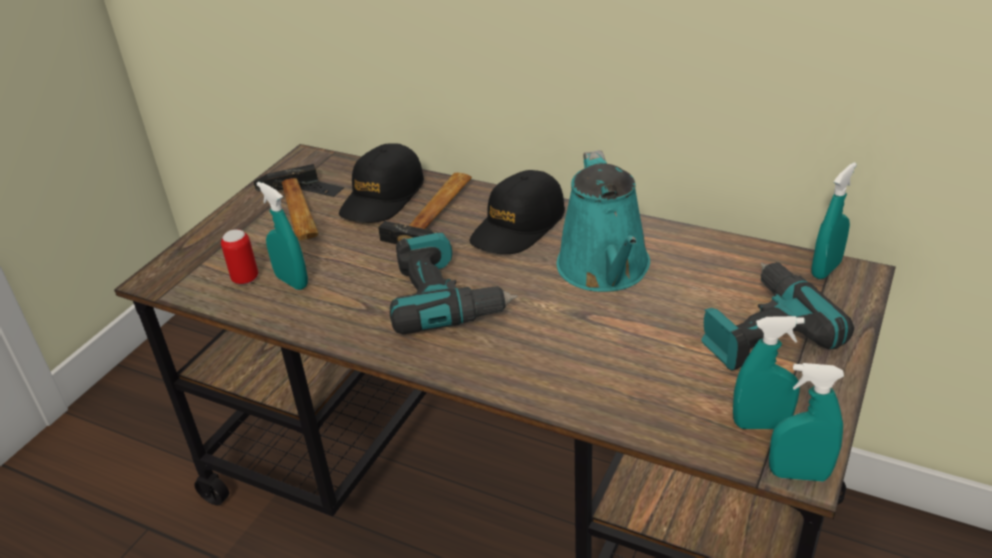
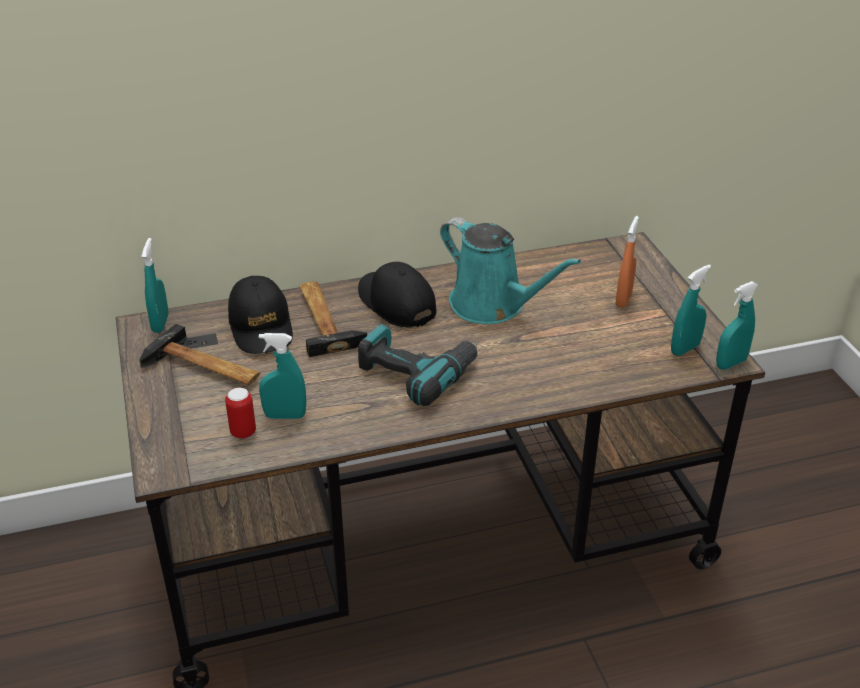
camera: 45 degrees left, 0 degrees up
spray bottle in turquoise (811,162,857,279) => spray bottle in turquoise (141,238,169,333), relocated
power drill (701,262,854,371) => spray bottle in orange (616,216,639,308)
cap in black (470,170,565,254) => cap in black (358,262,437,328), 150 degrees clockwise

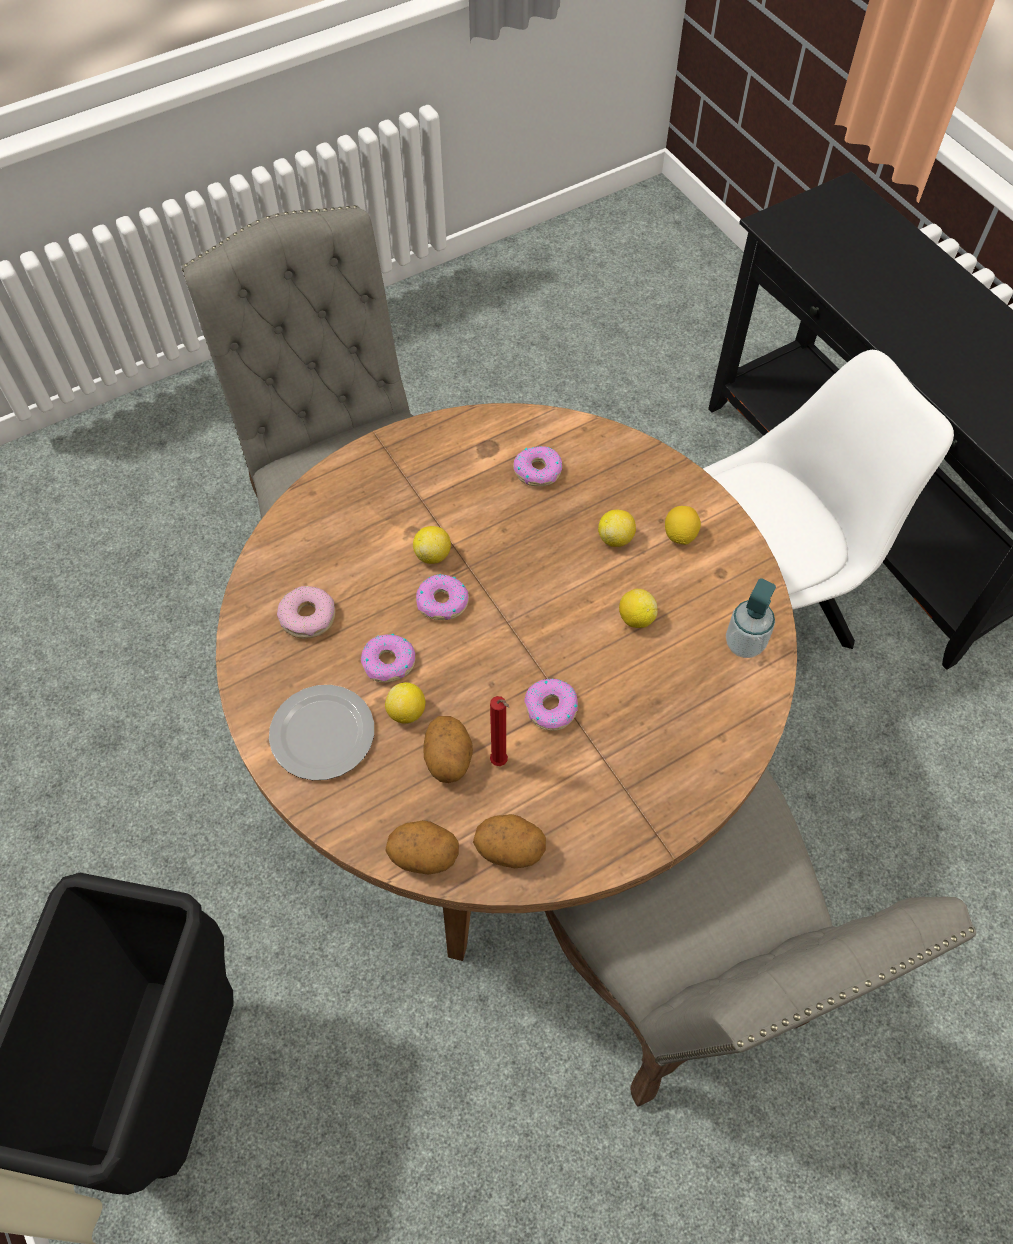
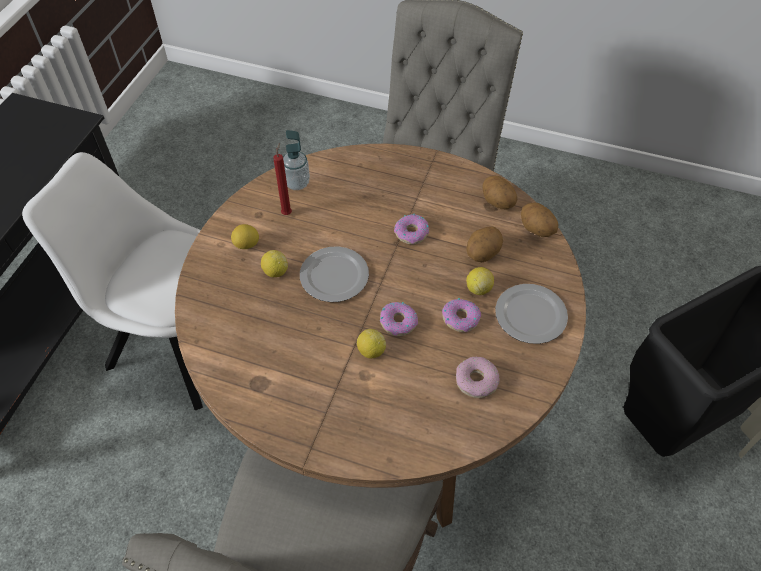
camera: 130 degrees left, 5 degrees down
donut (513,446,562,486) => nothing
lemon (619,589,658,628) => nothing
nothing => plate (300,246,369,302)
candle in red (490,696,509,766) => candle in red (273,143,292,215), relocated

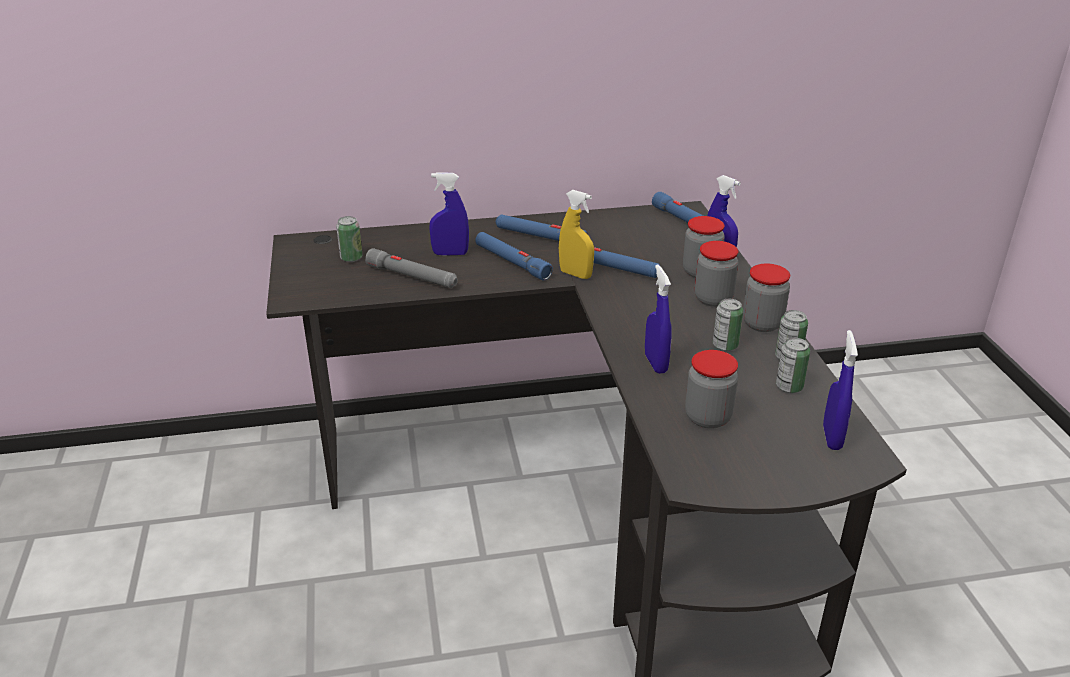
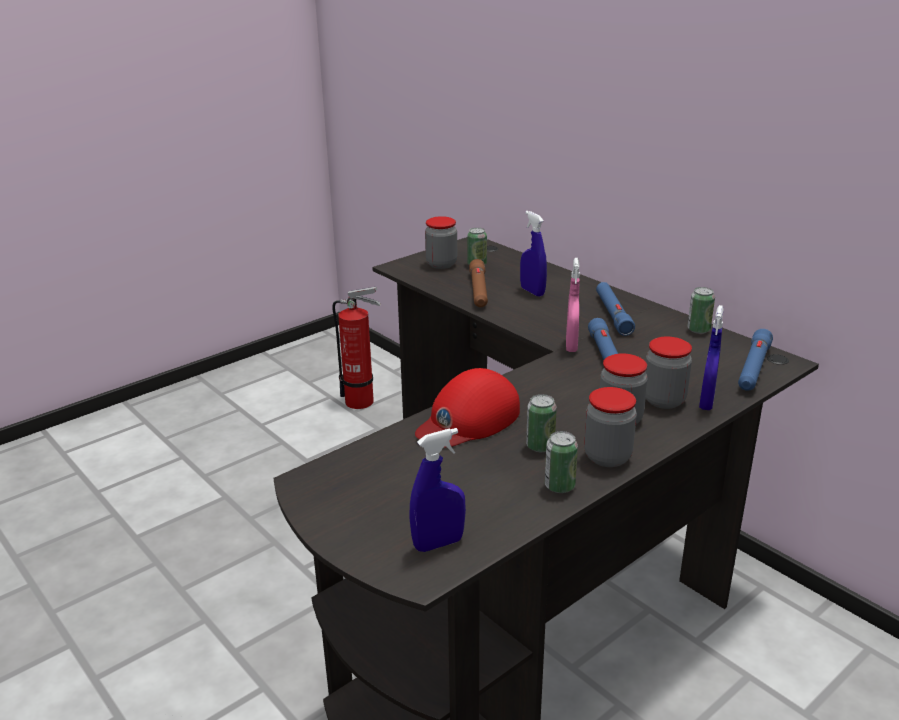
camera: 60 degrees right, 5 degrees down
flashlight in blue (475,232,553,281) => nothing
nothing => fire extinguisher (332,287,381,409)
jar (685,350,738,429) => jar (425,216,457,269), relocated
can (776,338,810,393) => can (687,287,715,334), relocated
spray bottle in blue (645,264,671,374) => cap in red (415,368,520,447)
flashlight in grey (365,248,458,288) => flashlight in brown (469,259,488,307)
spray bottle in yellow (559,190,594,279) => spray bottle in pink (566,258,580,352)

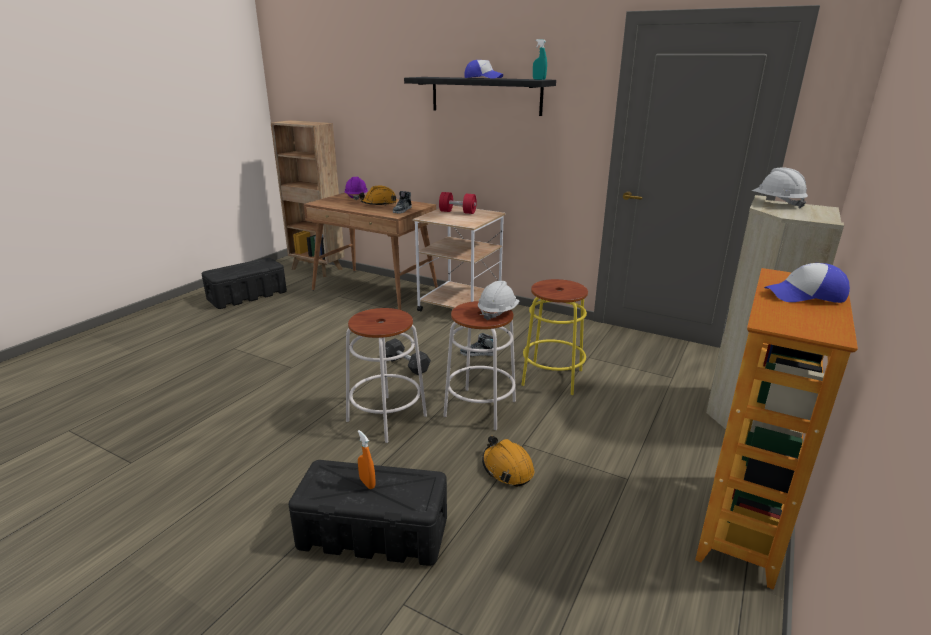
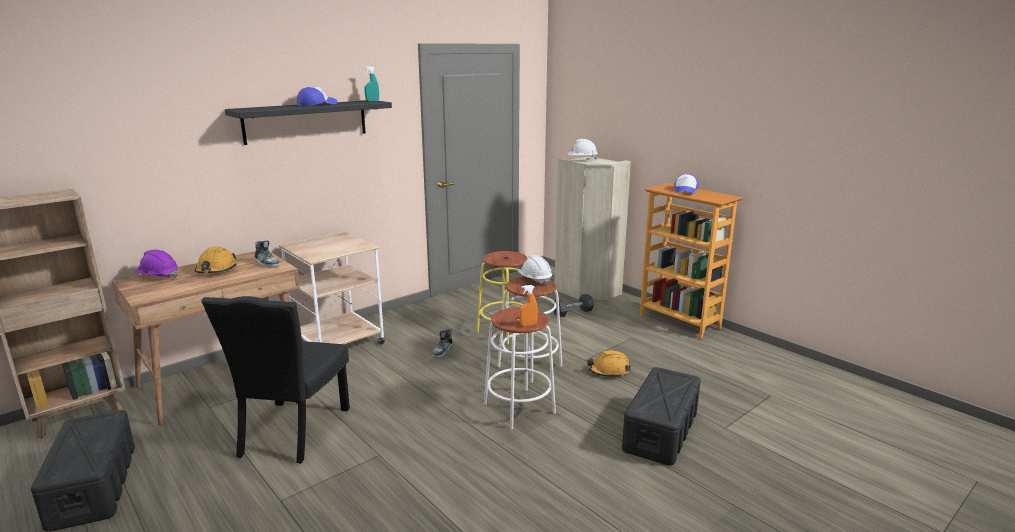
camera: 70 degrees left, 5 degrees down
dumbbell in red (439,192,477,214) => nothing
nothing => chair in black (201,296,350,464)
spray bottle in orange (358,430,376,489) => spray bottle in orange (519,285,538,326), relocated
dumbbell in grey (385,339,431,375) => dumbbell in grey (552,294,594,317), relocated

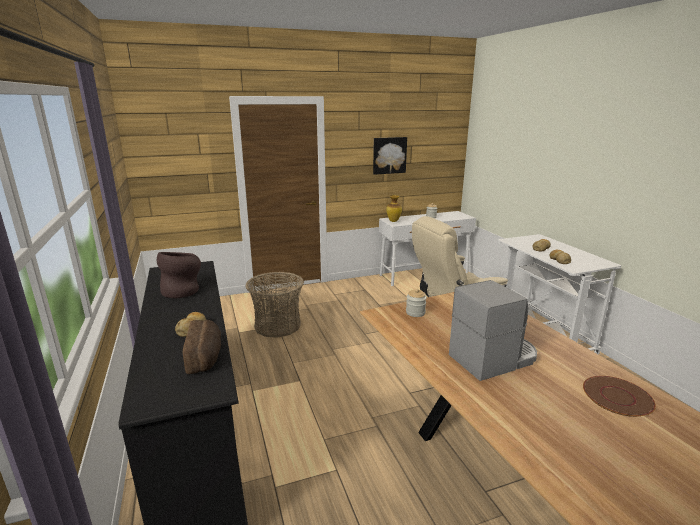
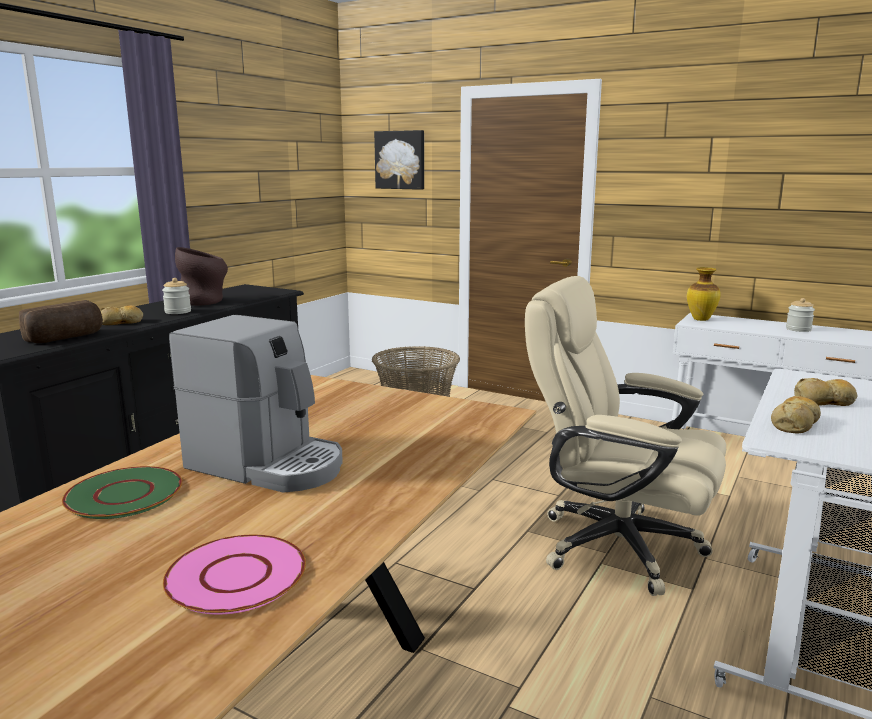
camera: 50 degrees right, 5 degrees down
nothing => plate in green (62,466,182,519)
picture (373,137,407,175) => picture (374,130,424,190), relocated
jar (406,289,427,317) => jar (162,278,191,314), relocated
plate in brown (583,376,656,417) => plate in pink (163,535,306,615)

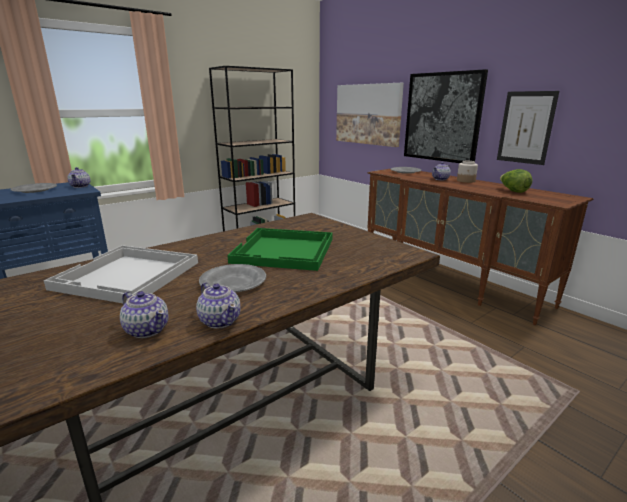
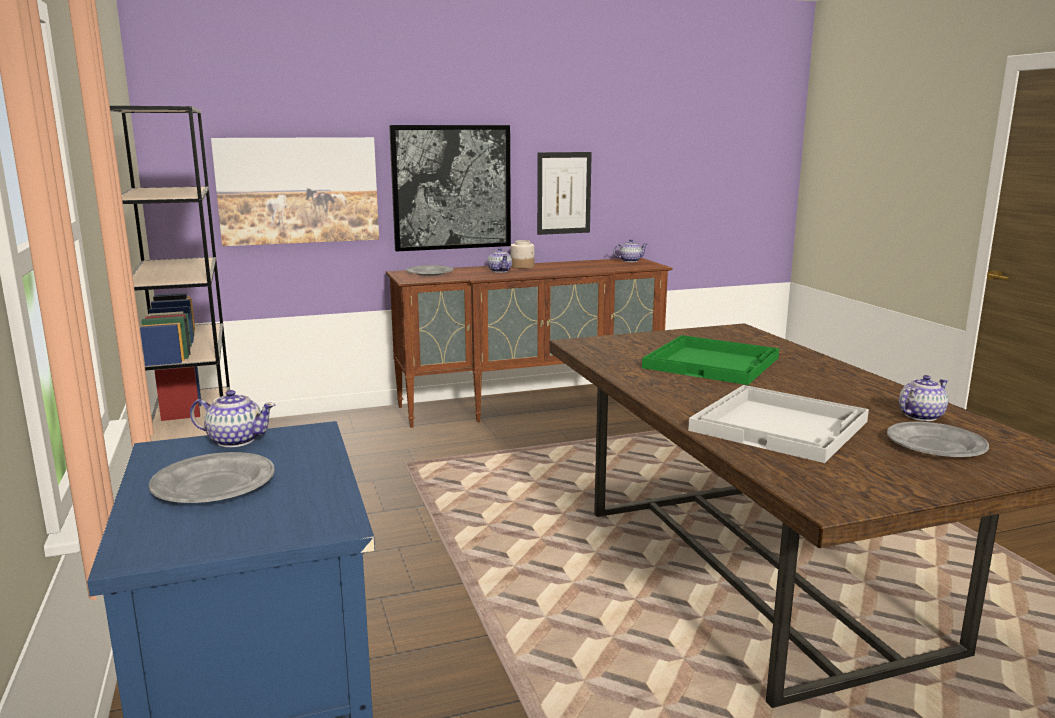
camera: 70 degrees left, 5 degrees down
lettuce (500,169,533,193) => nothing
teapot (196,282,240,329) => teapot (613,239,647,262), relocated
plate in grey (199,264,266,292) => plate in grey (887,422,989,457), relocated

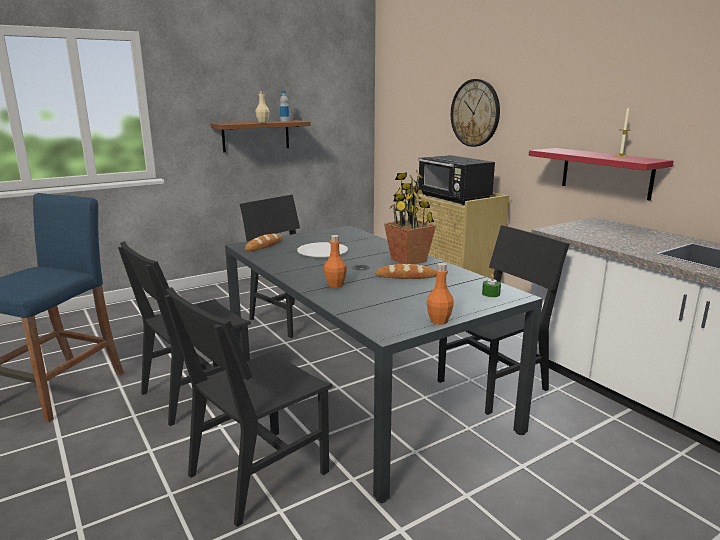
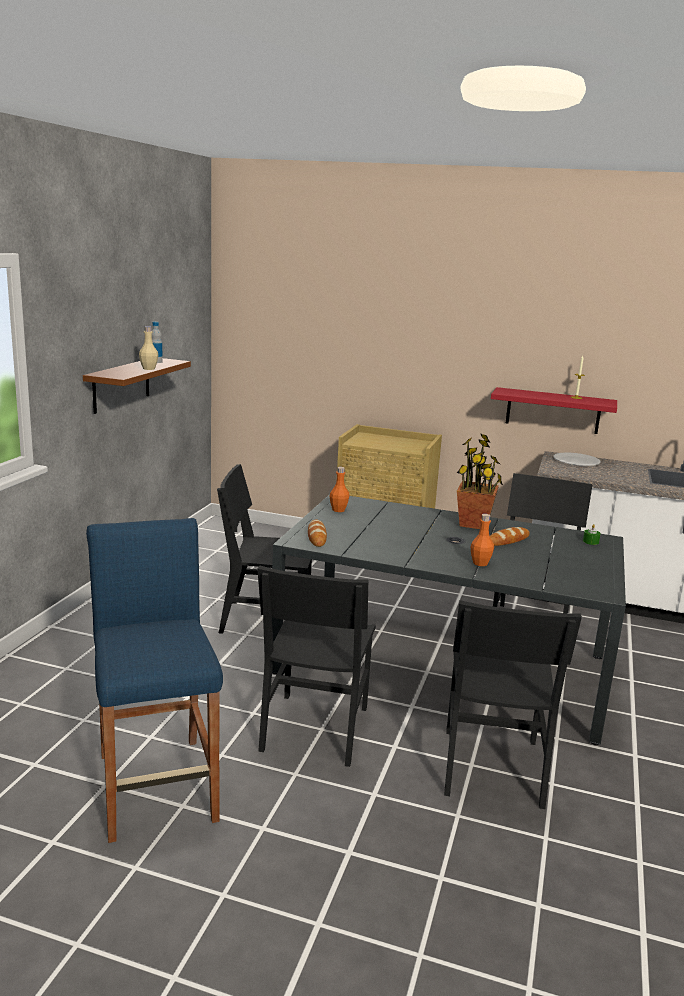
camera: 40 degrees left, 0 degrees up
microwave in black (418,155,495,205) => nothing
wall clock (451,79,500,147) => nothing
plate in white (297,242,348,257) => plate in white (554,453,601,466), relocated
bottle in orange (427,263,454,325) => bottle in orange (330,467,349,512), relocated

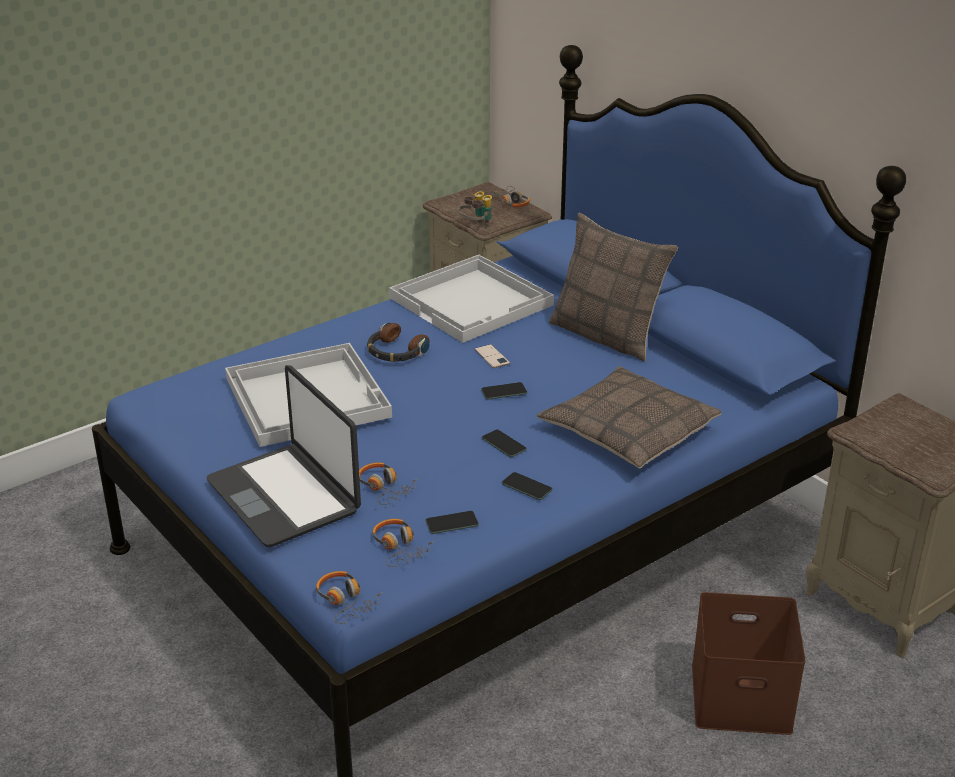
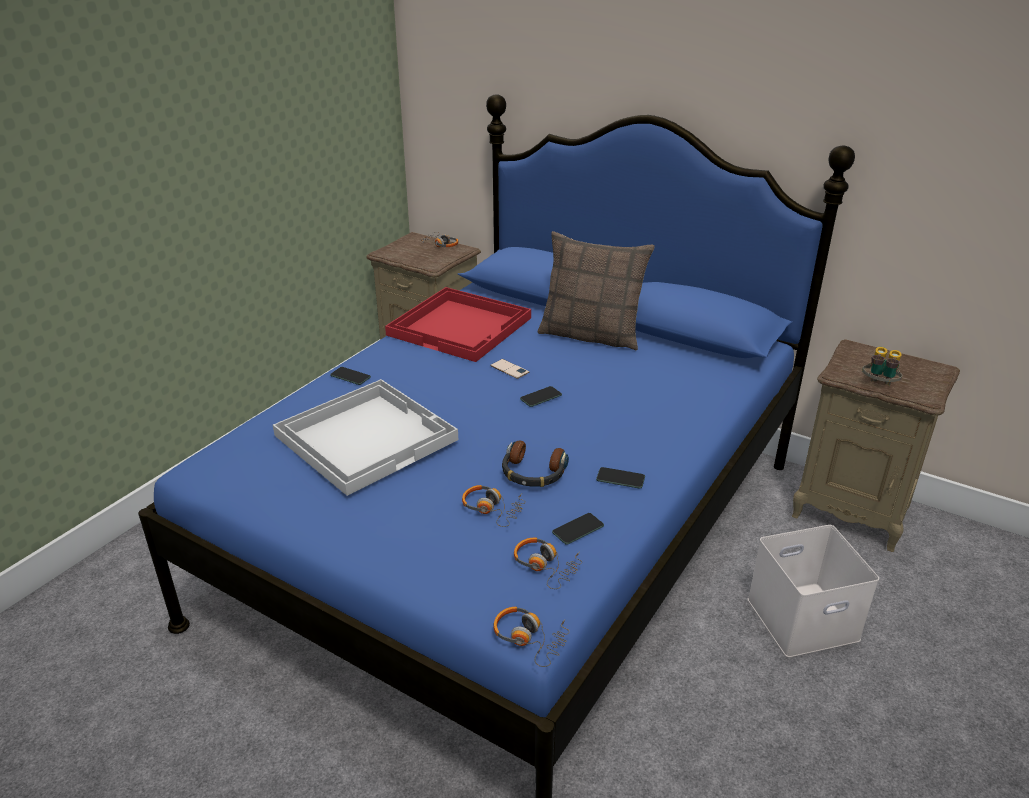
camera: 20 degrees left, 0 degrees up
laptop (207,365,361,547) => nothing
pillow (537,366,721,468) => nothing
headphones (367,323,429,362) => headphones (502,441,569,487), relocated
binoculars (458,191,492,228) => binoculars (862,347,902,386), relocated
phone (482,429,527,457) => phone (330,367,371,385), relocated
tray in white (389,255,554,343) => tray in red (385,287,531,362)
storage box in brown (692,592,805,735) => storage box in white (748,525,879,657)

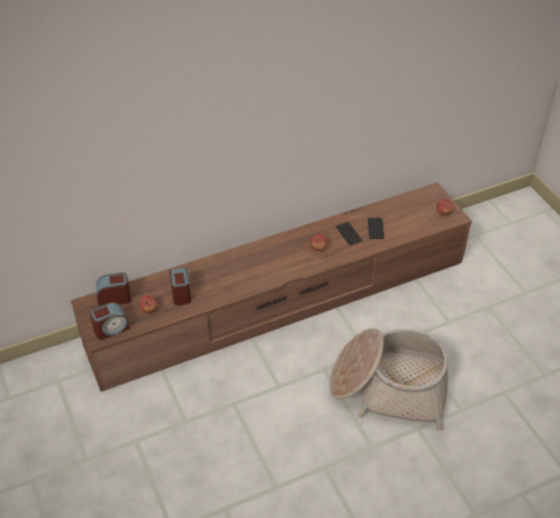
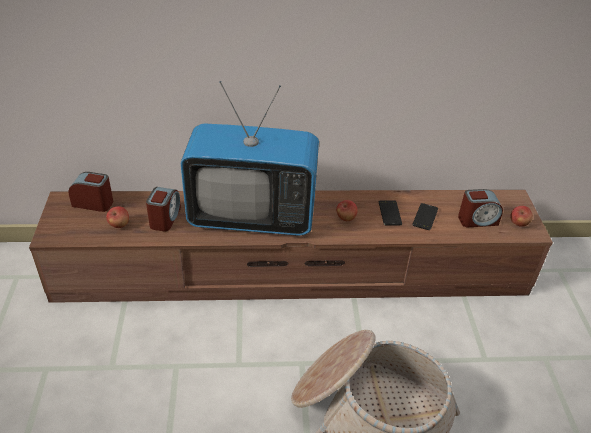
camera: 20 degrees right, 5 degrees down
nothing => television (180,81,319,236)
alarm clock (90,303,130,340) => alarm clock (458,189,503,227), relocated

